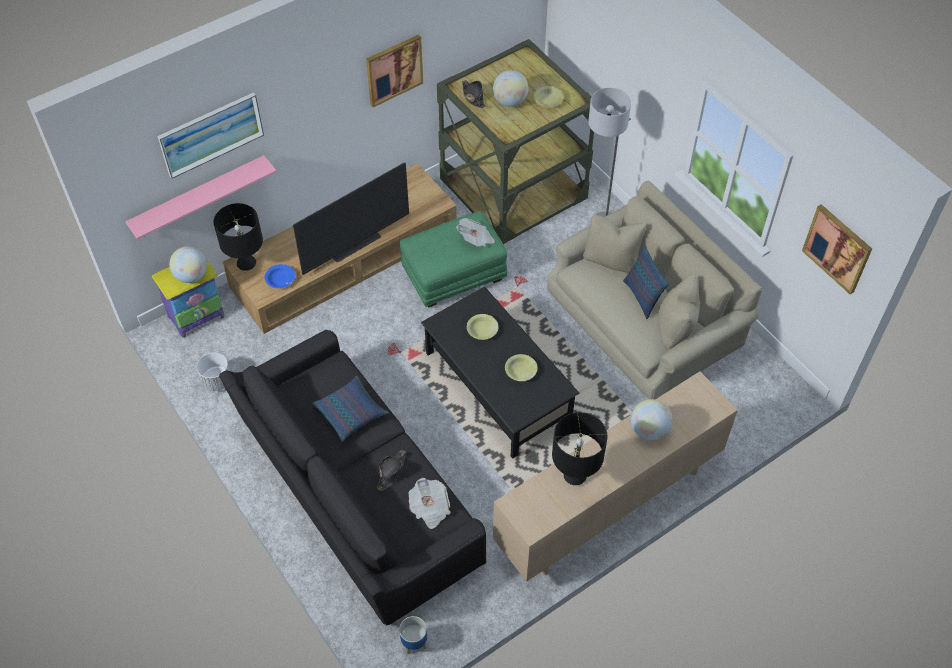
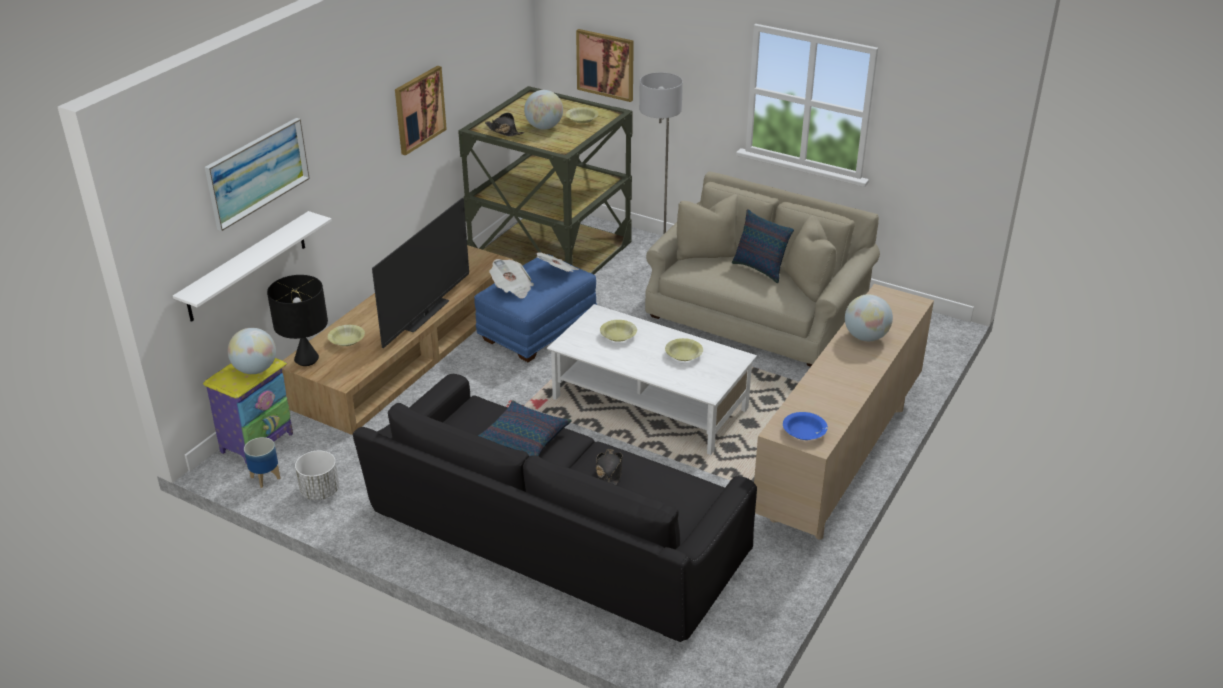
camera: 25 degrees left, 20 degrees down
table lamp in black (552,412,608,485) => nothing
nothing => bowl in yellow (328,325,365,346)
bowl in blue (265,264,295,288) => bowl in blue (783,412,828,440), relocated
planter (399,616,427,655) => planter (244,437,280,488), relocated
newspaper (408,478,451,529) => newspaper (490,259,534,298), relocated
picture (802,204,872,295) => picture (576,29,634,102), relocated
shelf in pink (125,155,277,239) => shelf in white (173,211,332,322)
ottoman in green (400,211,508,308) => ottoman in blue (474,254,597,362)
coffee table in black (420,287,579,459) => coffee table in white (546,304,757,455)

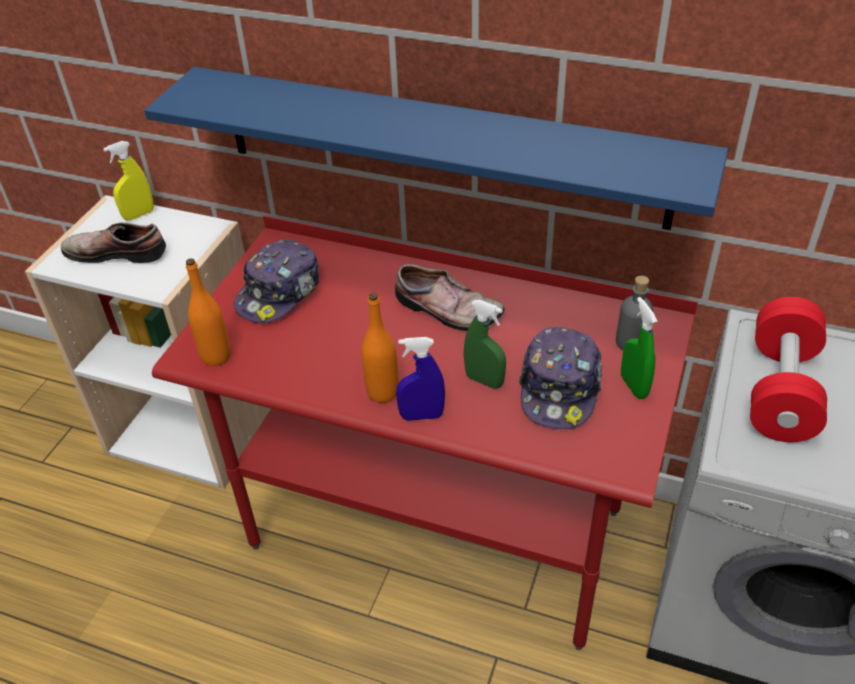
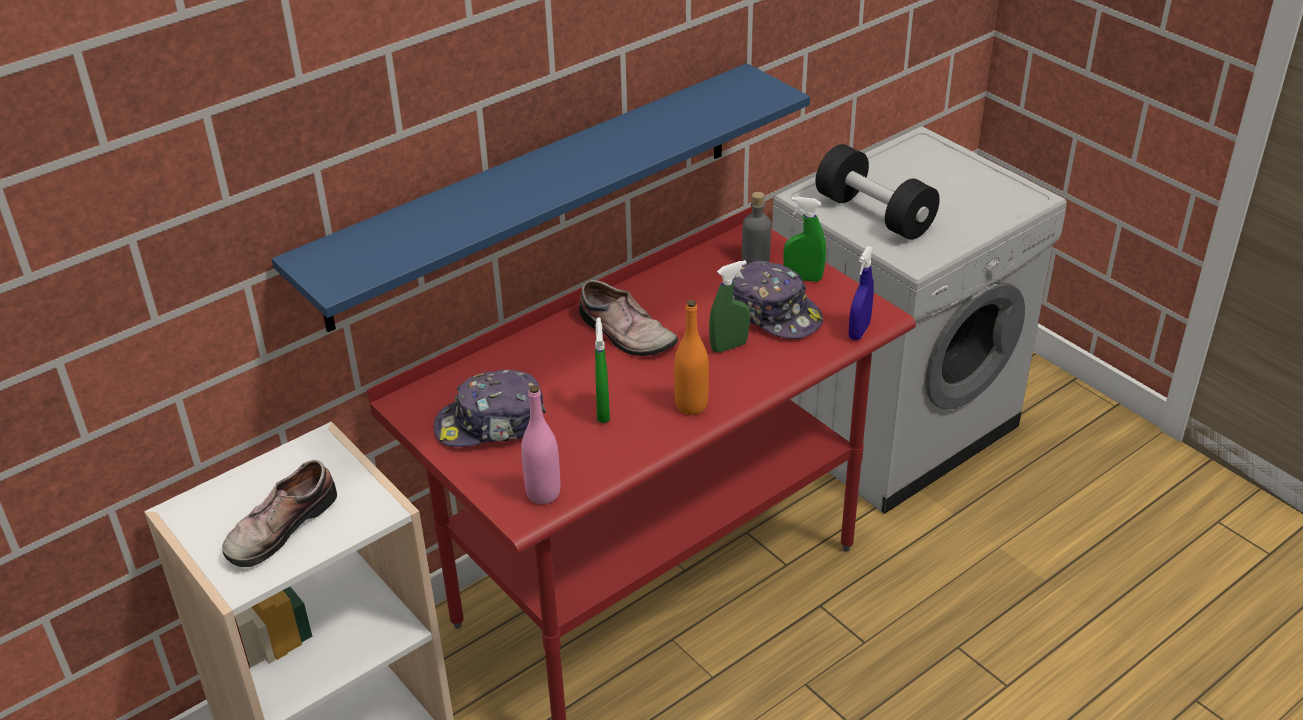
camera: 60 degrees left, 5 degrees down
spray bottle in yellow (103,141,154,220) => nothing
nothing => spray bottle in green (595,317,610,423)
spray bottle in blue (396,337,445,421) => spray bottle in blue (849,246,874,340), relocated
bottle in orange (186,259,231,366) => bottle in pink (521,385,560,504)
dumbbell in red (750,297,827,442) => dumbbell in black (815,144,940,240)
cap (234,239,319,324) => cap (434,370,546,447), 105 degrees clockwise
shoe (395,264,504,331) => shoe (579,280,678,356), 75 degrees clockwise

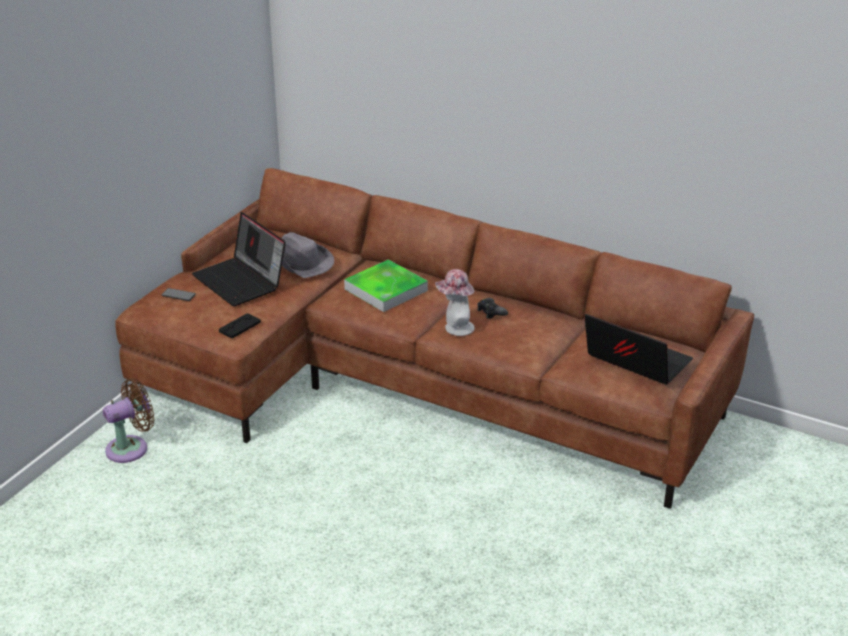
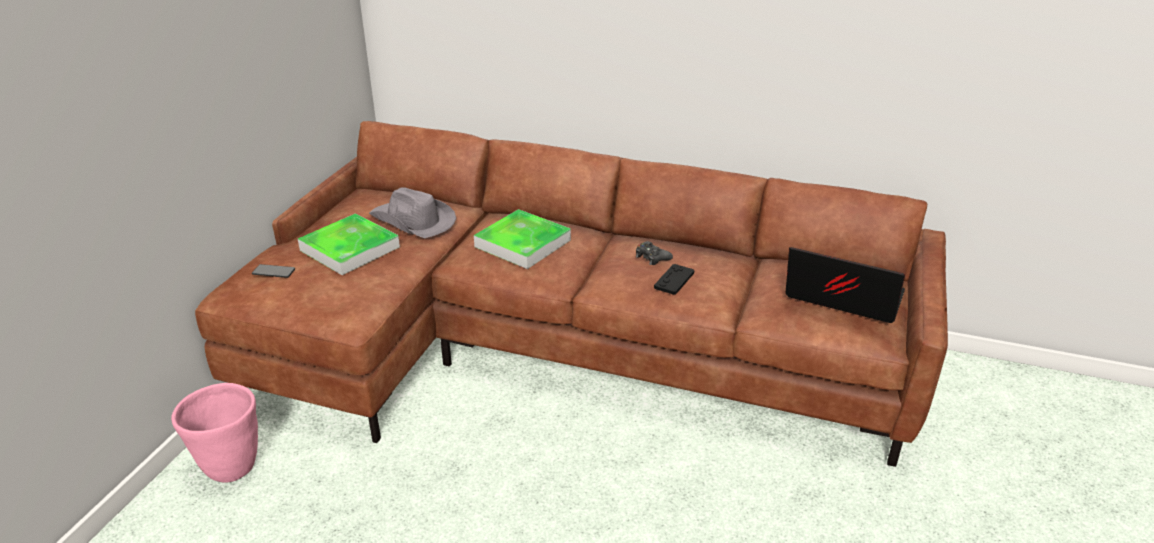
camera: 10 degrees left, 0 degrees up
hat (435,269,475,336) => nothing
game controller in black (219,313,261,338) => game controller in black (654,264,694,295), relocated
fan in brown (103,378,155,463) => planter in pink (171,383,258,483)
laptop (192,212,286,306) => tray (298,213,400,275)

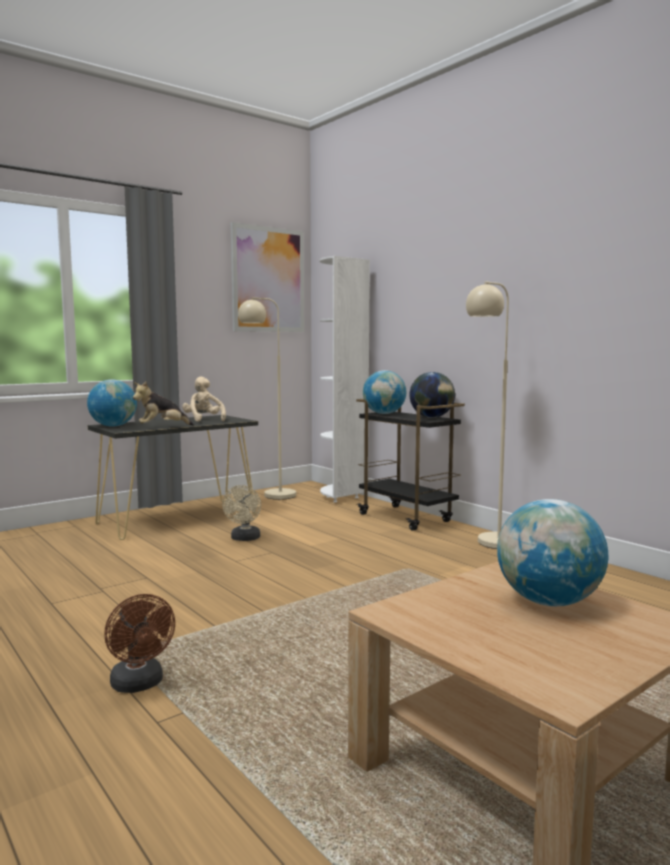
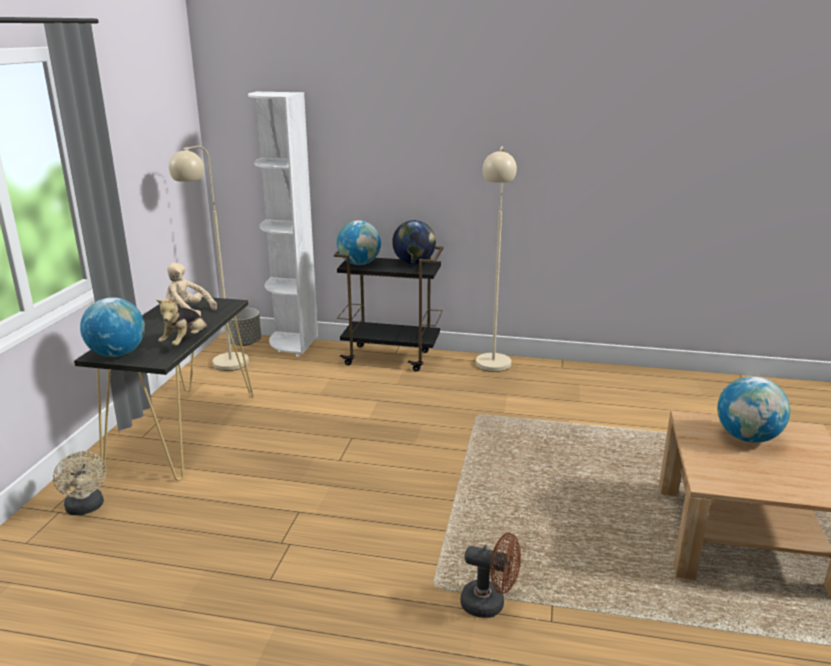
camera: 40 degrees left, 15 degrees up
picture (231,222,304,332) => nothing
nothing => planter in grey (228,308,261,346)
fan in beige (222,485,261,541) => fan in beige (53,451,107,515), relocated

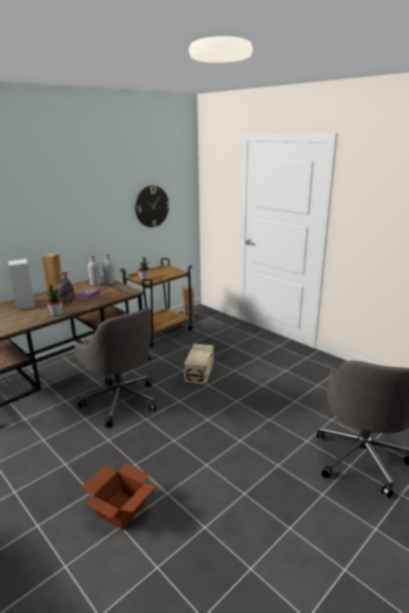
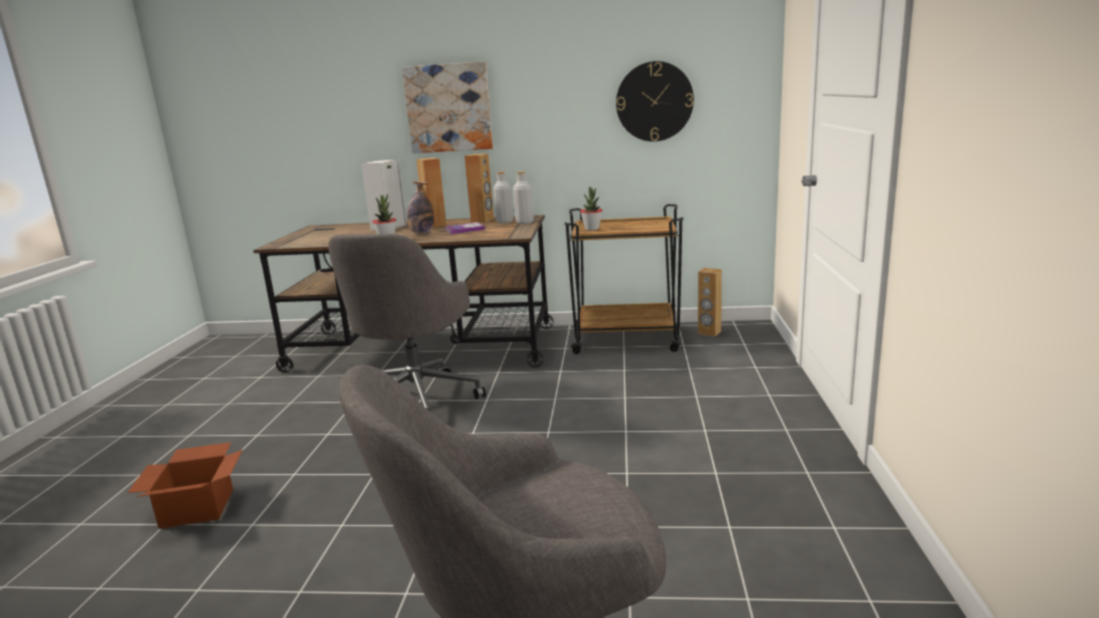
camera: 50 degrees right, 5 degrees down
storage box in beige (184,344,214,385) => nothing
nothing => picture (402,61,493,153)
nothing => speaker in brown (465,153,494,222)

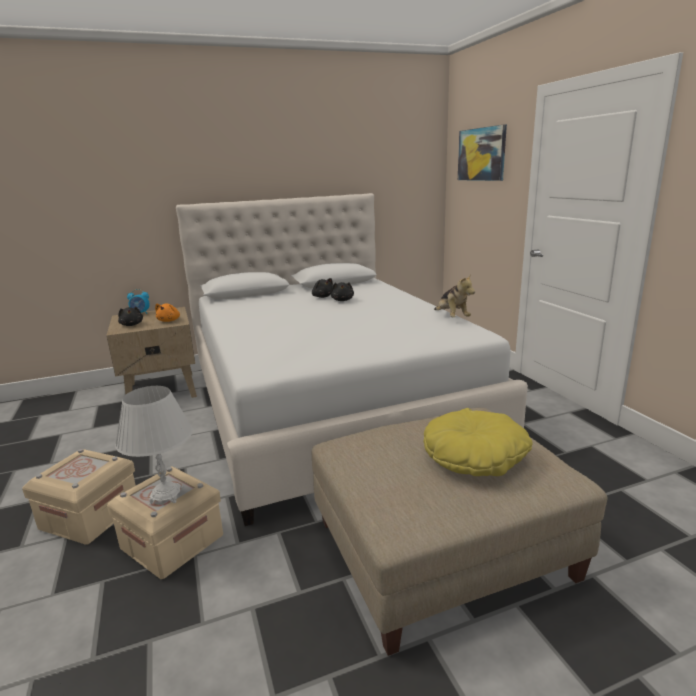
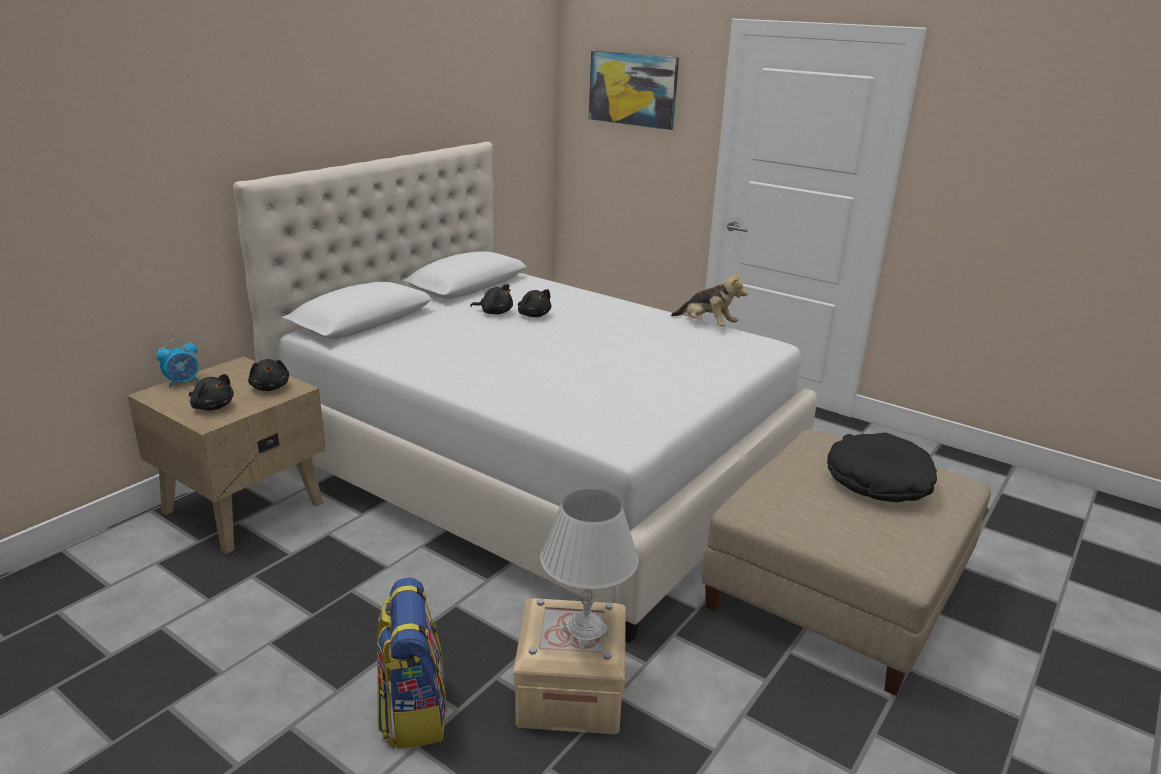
camera: 35 degrees left, 5 degrees up
storage box in beige (22,449,136,545) => backpack (377,578,447,749)
plush toy in orange (155,303,180,322) => plush toy in black (248,359,289,391)
pillow in yellow (424,408,532,476) => pillow in black (827,433,937,502)

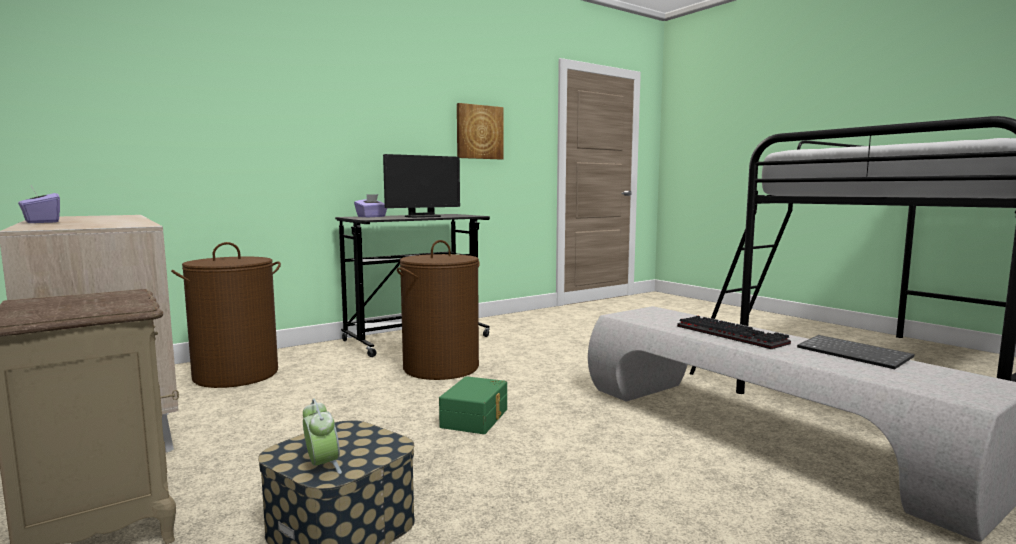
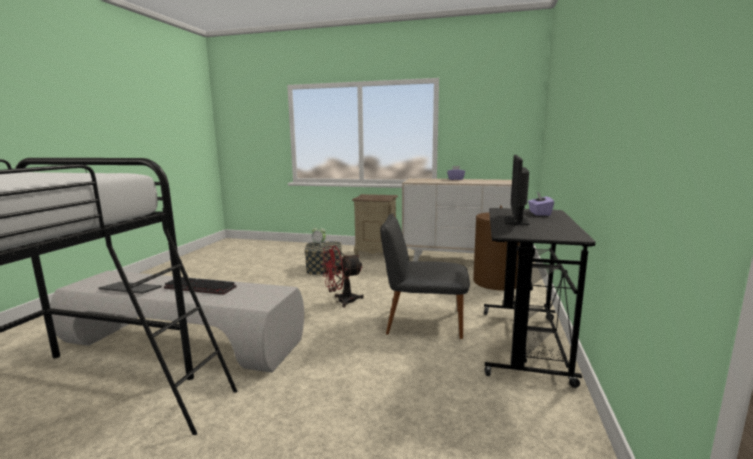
camera: 140 degrees right, 5 degrees up
picture (457,103,504,159) => nothing
laundry basket in brown (397,240,480,380) => chair in black (380,213,470,339)
storage box in green (439,376,507,434) => fan in red (321,246,364,308)

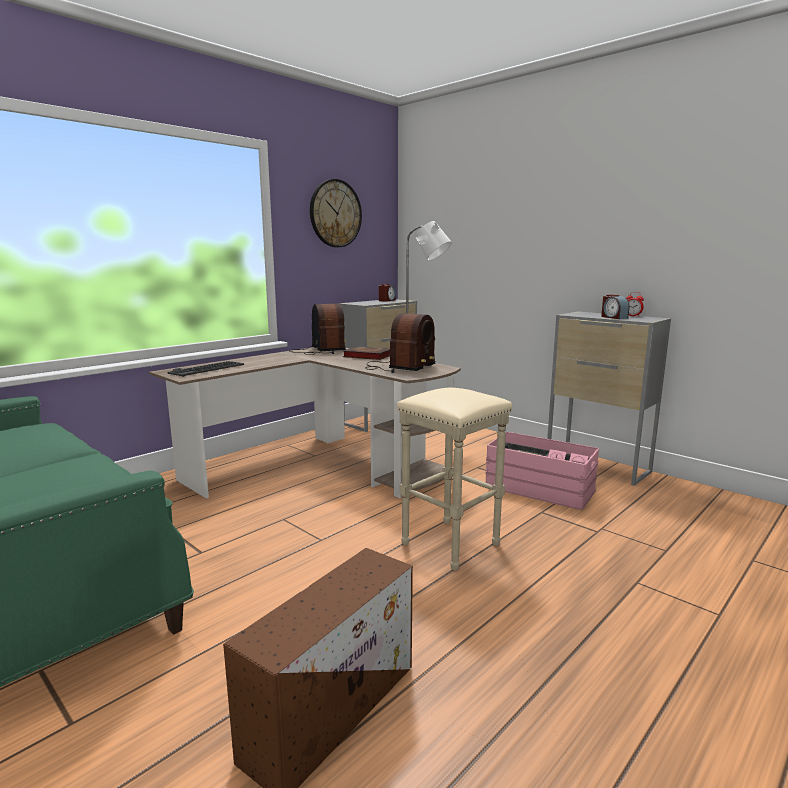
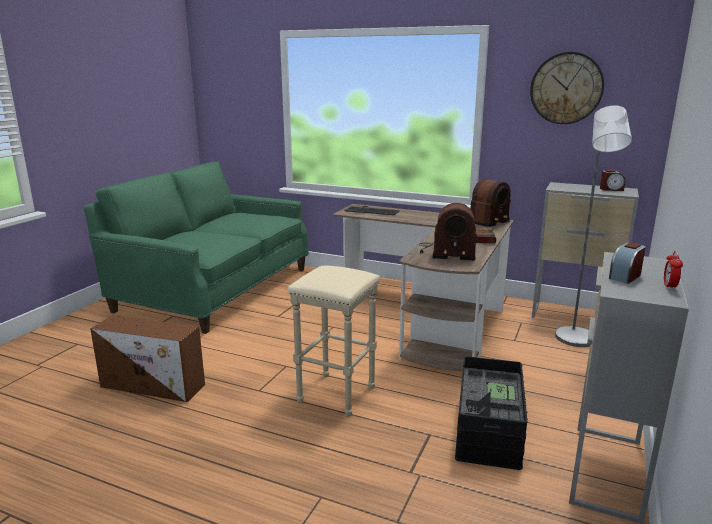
camera: 70 degrees right, 5 degrees up
storage box in pink (486,432,599,510) => storage box in black (455,356,527,470)

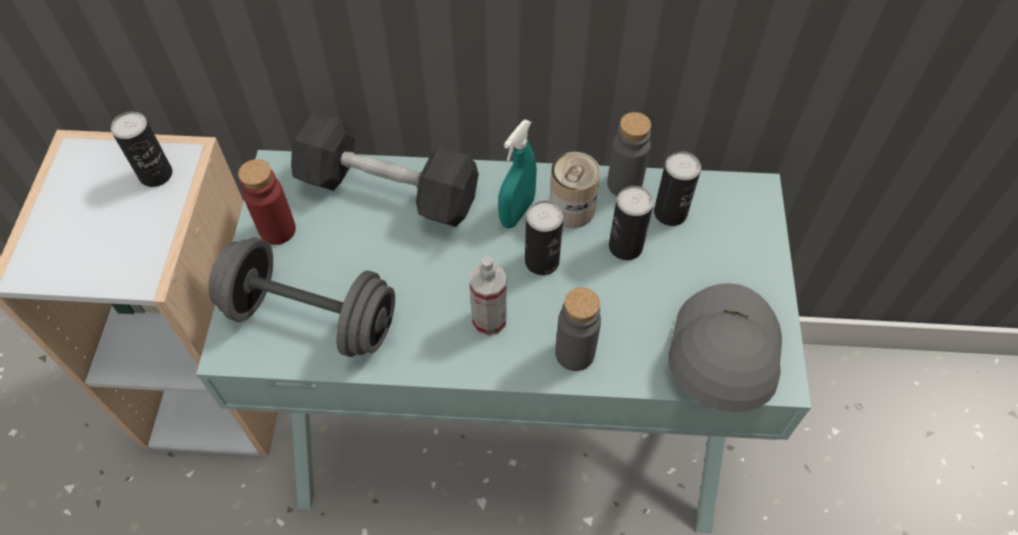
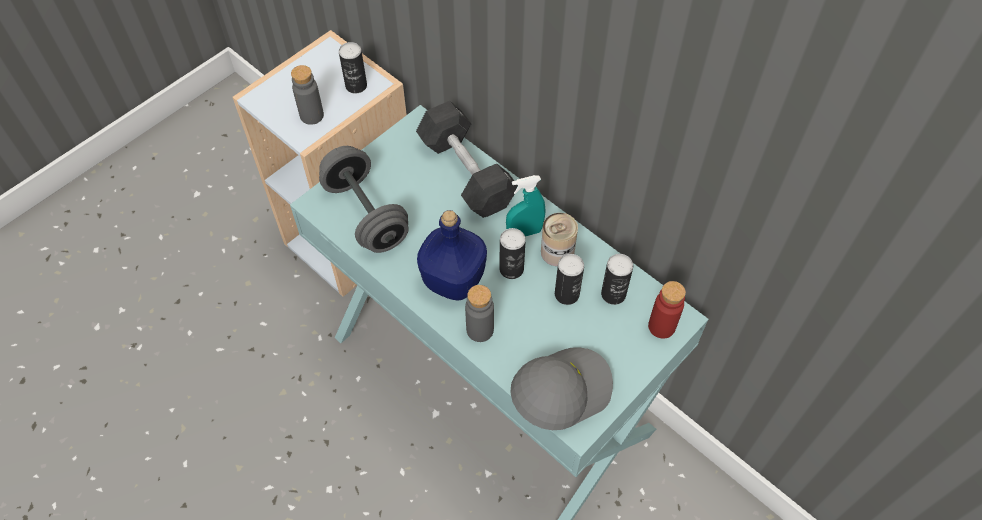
camera: 40 degrees right, 0 degrees up
bottle in red (238,159,296,245) => bottle in red (648,281,686,339), relocated
bottle in grey (607,112,651,196) => bottle in grey (291,65,324,125), relocated
spray bottle (469,256,507,336) => bottle in blue (417,210,487,301)

